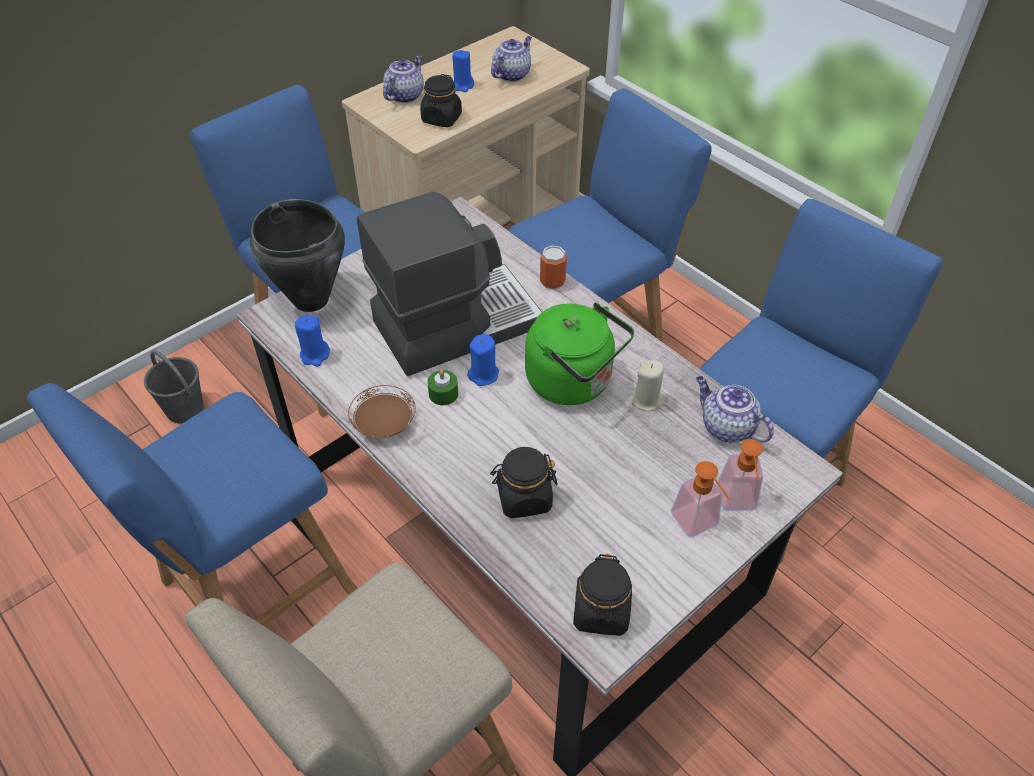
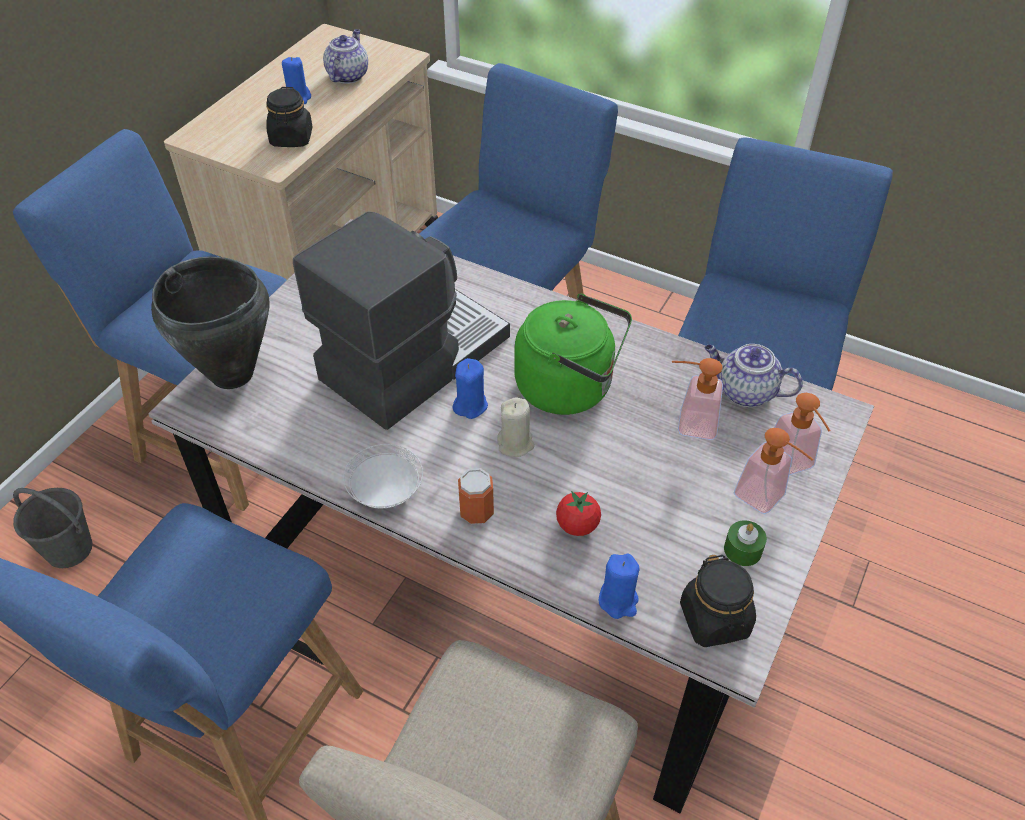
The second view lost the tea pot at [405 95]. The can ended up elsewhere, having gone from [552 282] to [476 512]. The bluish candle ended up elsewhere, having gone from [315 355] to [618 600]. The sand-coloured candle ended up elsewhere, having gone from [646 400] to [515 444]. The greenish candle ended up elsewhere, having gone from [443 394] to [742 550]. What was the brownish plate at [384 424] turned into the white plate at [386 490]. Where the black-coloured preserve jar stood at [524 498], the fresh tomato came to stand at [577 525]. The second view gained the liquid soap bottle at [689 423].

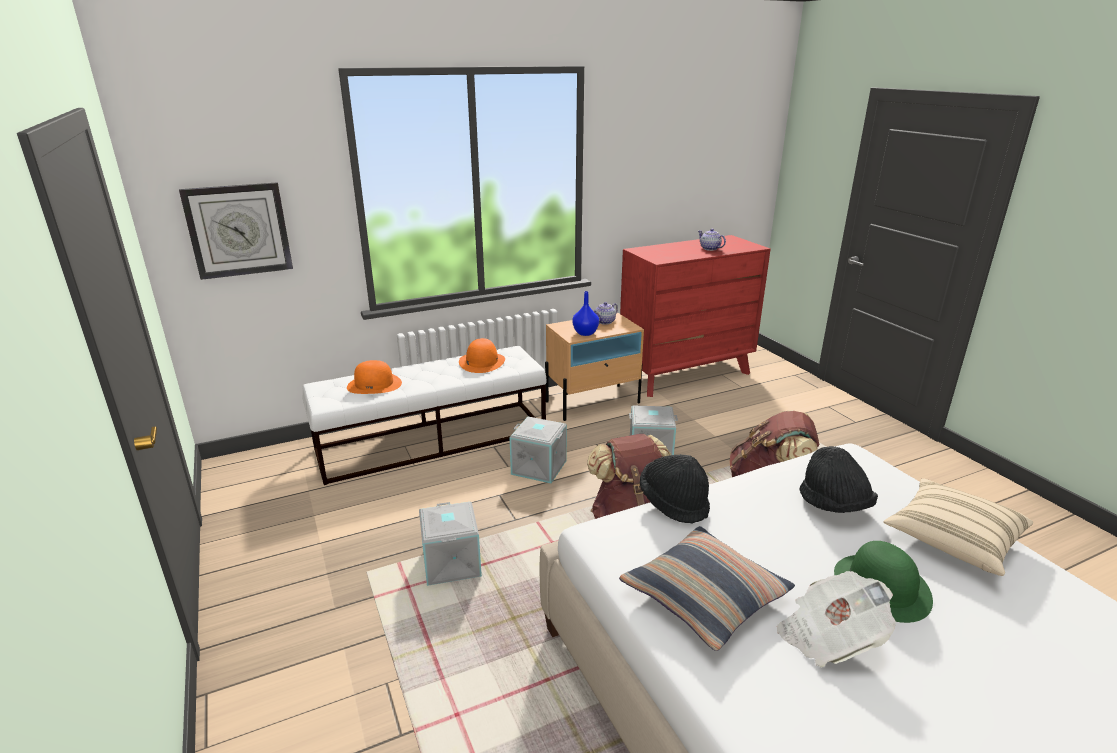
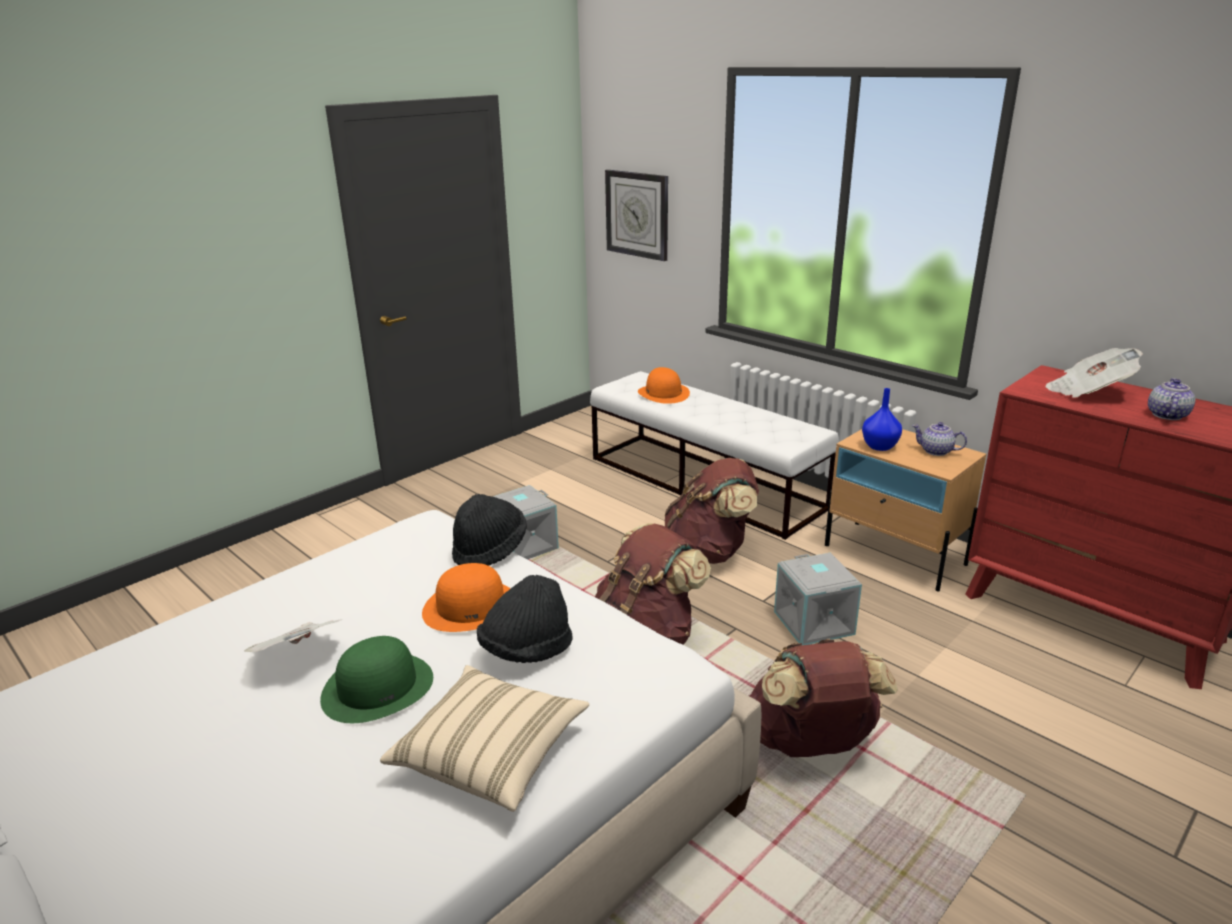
The orangey clothing hat ended up elsewhere, having gone from [482 362] to [471 607]. Where the gray storage container stood at [539 467], the brownish knapsack came to stand at [710 552]. The second view lost the throw pillow at [704 596]. The second view gained the printed paper at [1088 392].

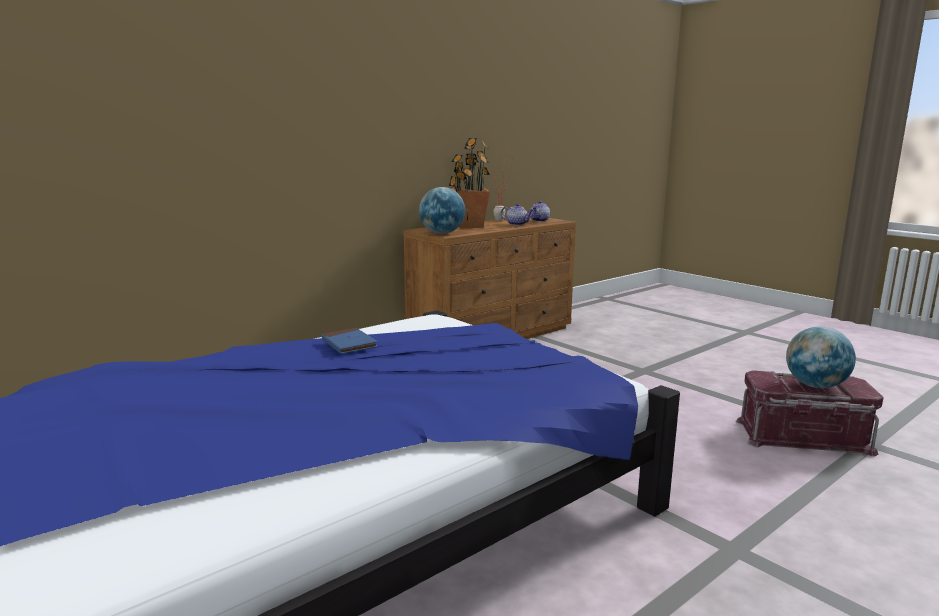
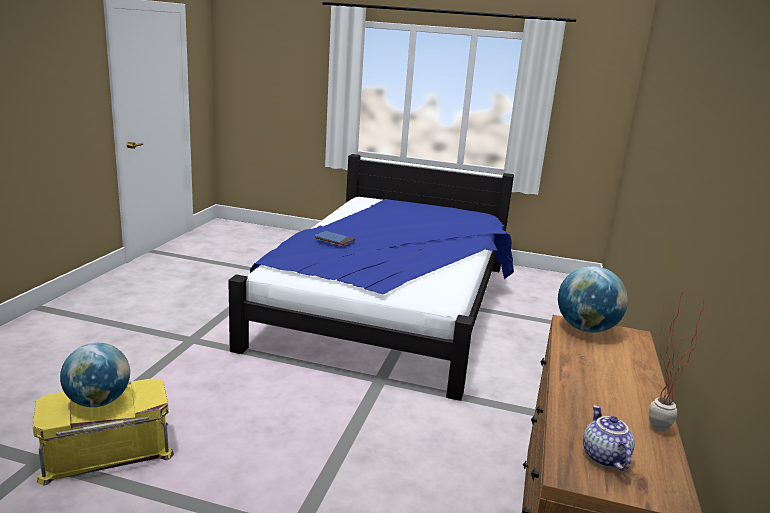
The second view lost the houseplant at [469 225]. The second view lost the tea pot at [517 224]. The bluish bound book ended up elsewhere, having gone from [349 344] to [334 241]. What was the red storage container at [803 437] turned into the yellow storage container at [107 450].

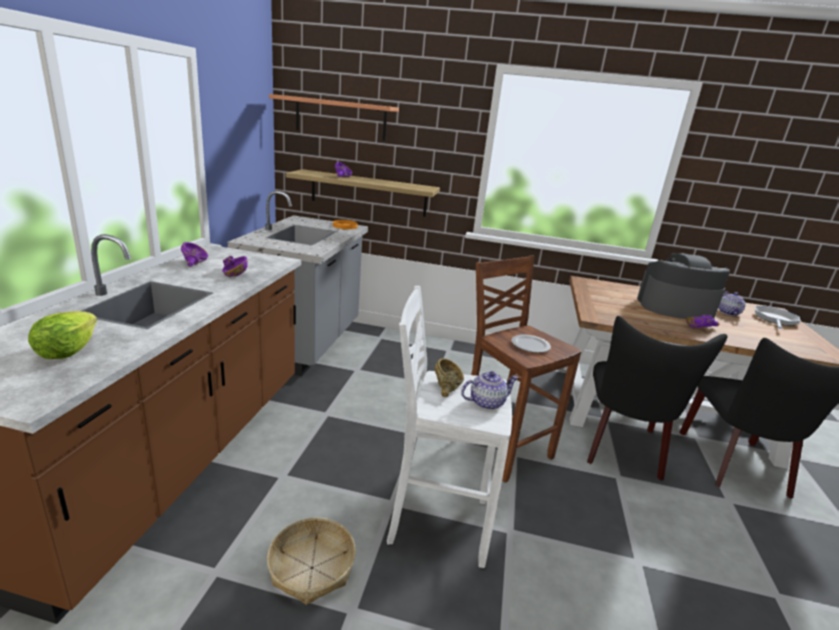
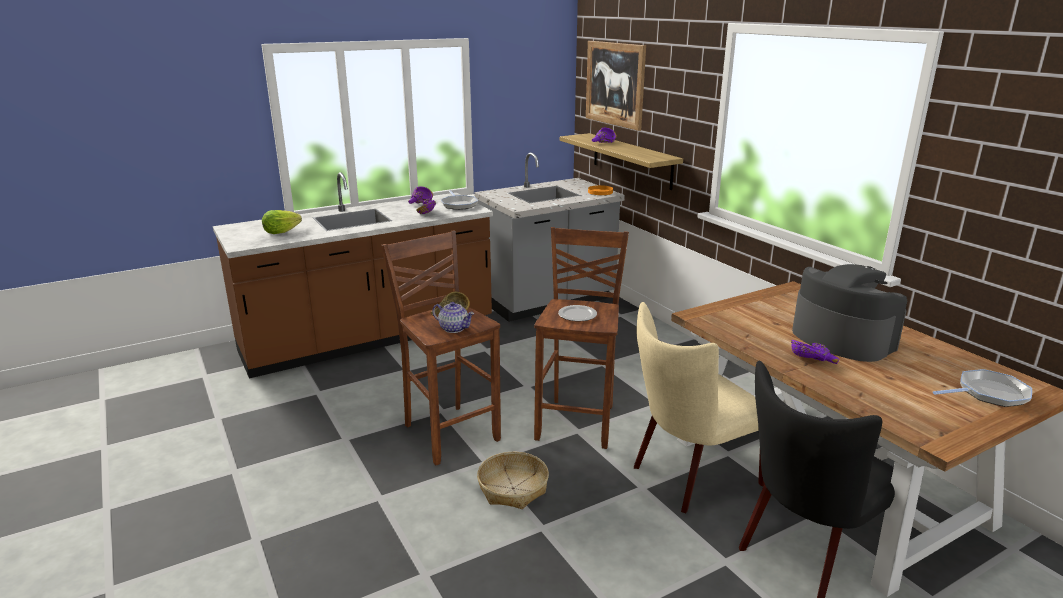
Where the shelf hung at [340 118], the picture came to hang at [615 84]. What was the white stool seat at [435 521] turned into the brownish stool seat at [449 432]. The second view lost the tea pot at [728 313]. What was the black-coloured plain chair at [620 449] turned into the sand-coloured plain chair at [690 477]. The basket ended up elsewhere, having gone from [312 567] to [513 488]. The second view gained the pan at [458 204].

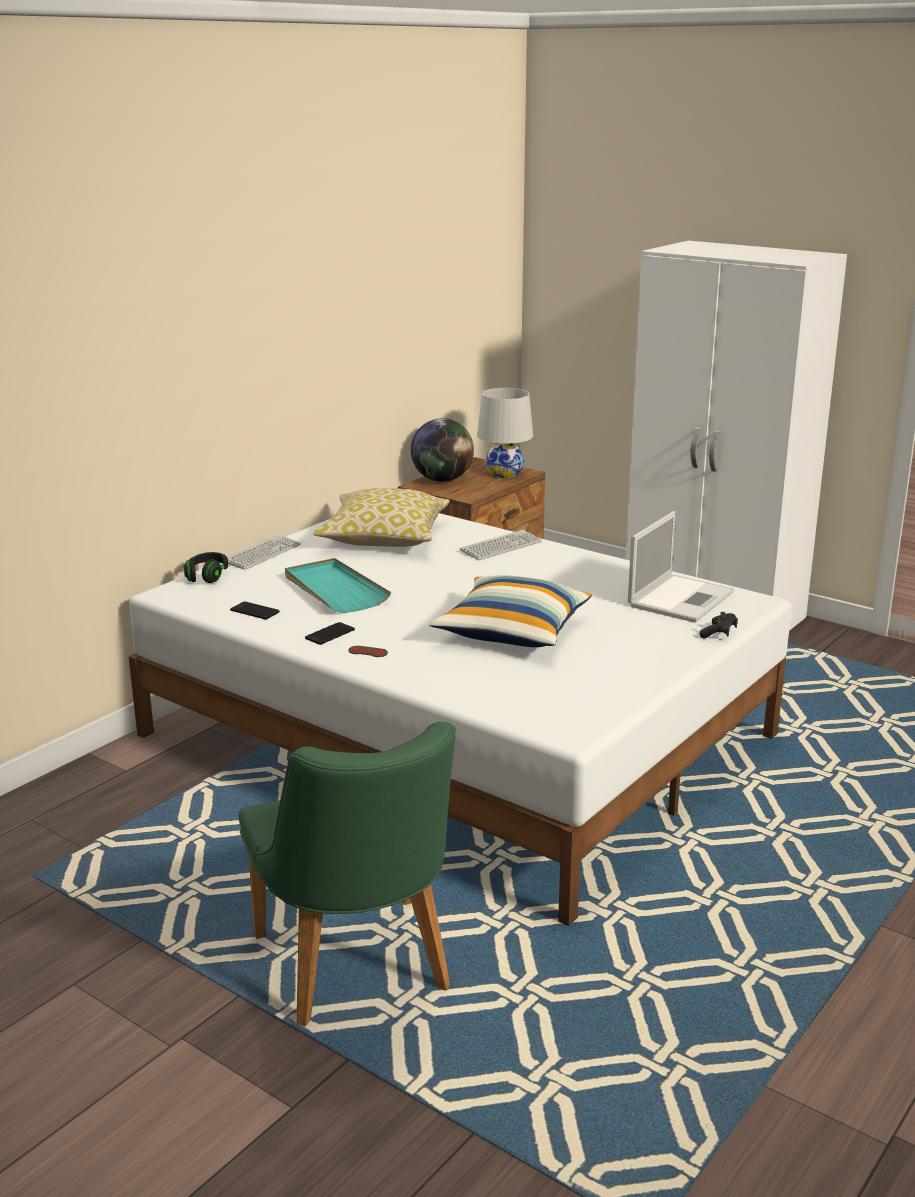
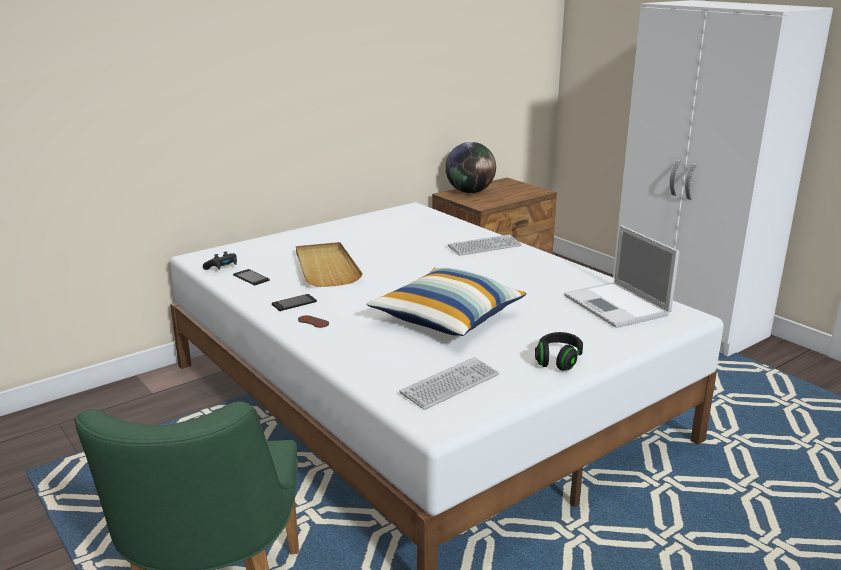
The second view lost the white tabletop lamp at [504 474]. The second view lost the throw pillow at [384 537]. The portable computer at [681 598] ended up facing another way, 105 degrees clockwise from before. The PC keyboard ended up elsewhere, having gone from [262 554] to [450 384]. The black-coloured pair of headphones ended up elsewhere, having gone from [207 576] to [558 360]. What was the turquoise-coloured carrying tray at [334 590] turned into the sand-coloured carrying tray at [326 267]. The black-coloured gamepad ended up elsewhere, having gone from [719 633] to [222 268].

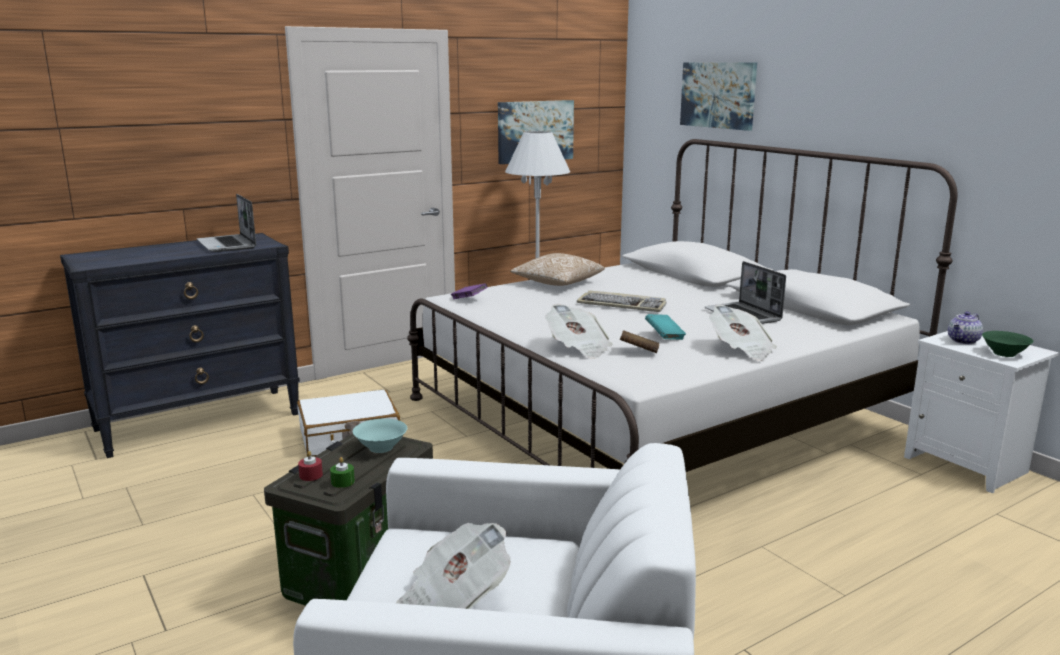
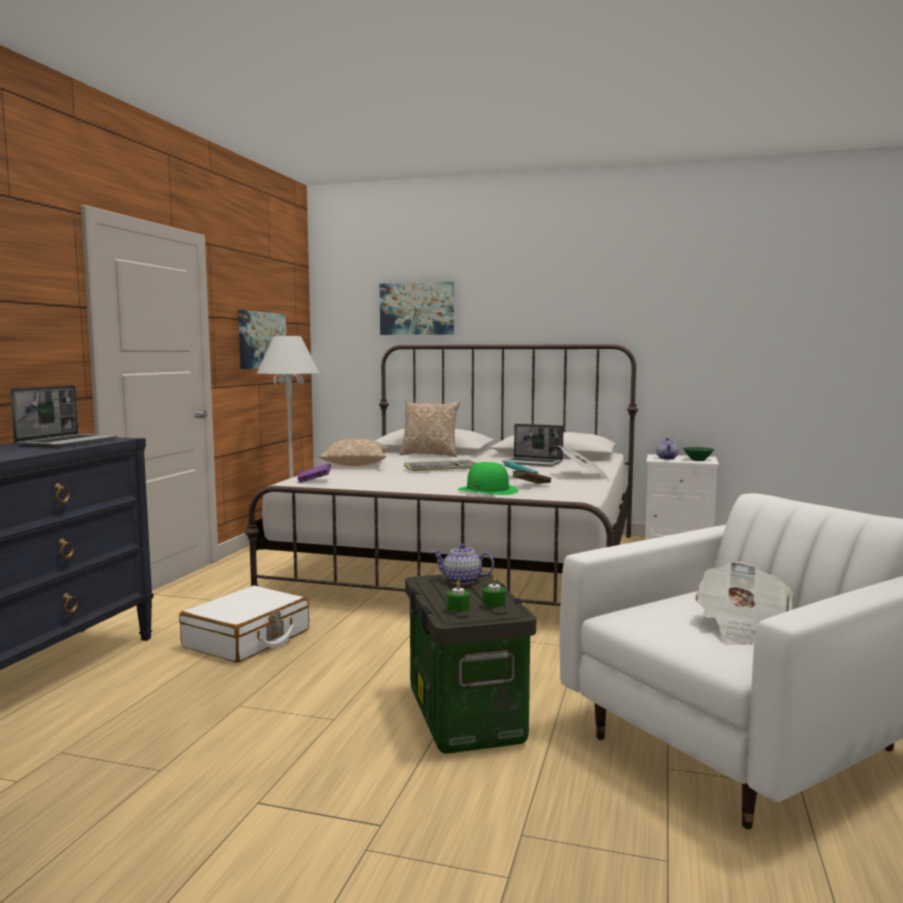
The portable computer at [227 245] ended up facing another way, 90 degrees counterclockwise from before. Where the printed paper stood at [578 348], the greenish clothing hat came to stand at [488 490]. Where the turquoise-coloured bowl stood at [380 448], the tea pot came to stand at [462 580]. What was the red candle at [311 475] turned into the greenish candle at [458 607]. The second view gained the throw pillow at [430 455].

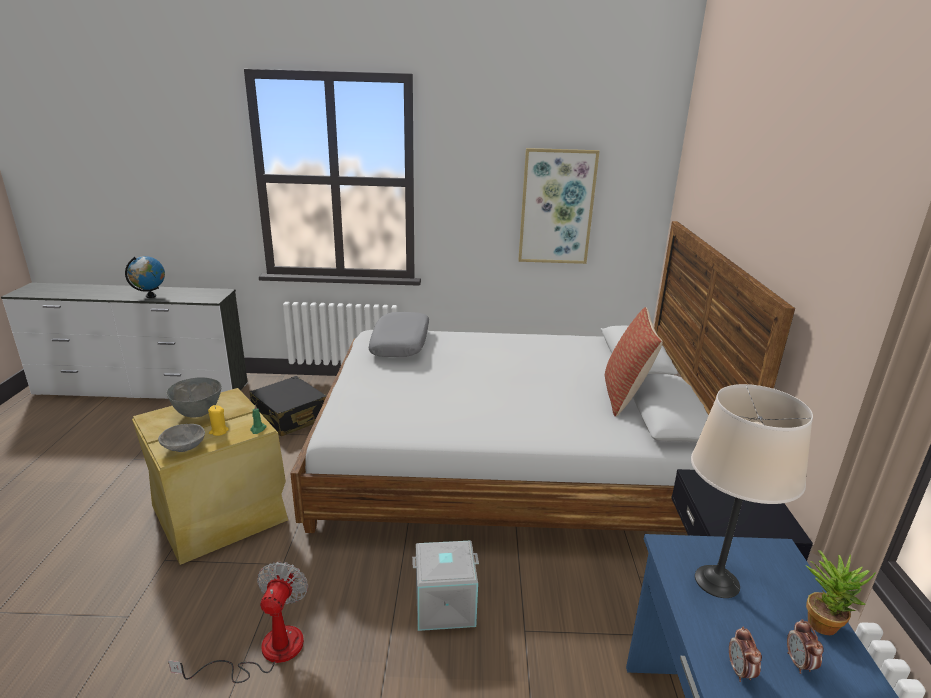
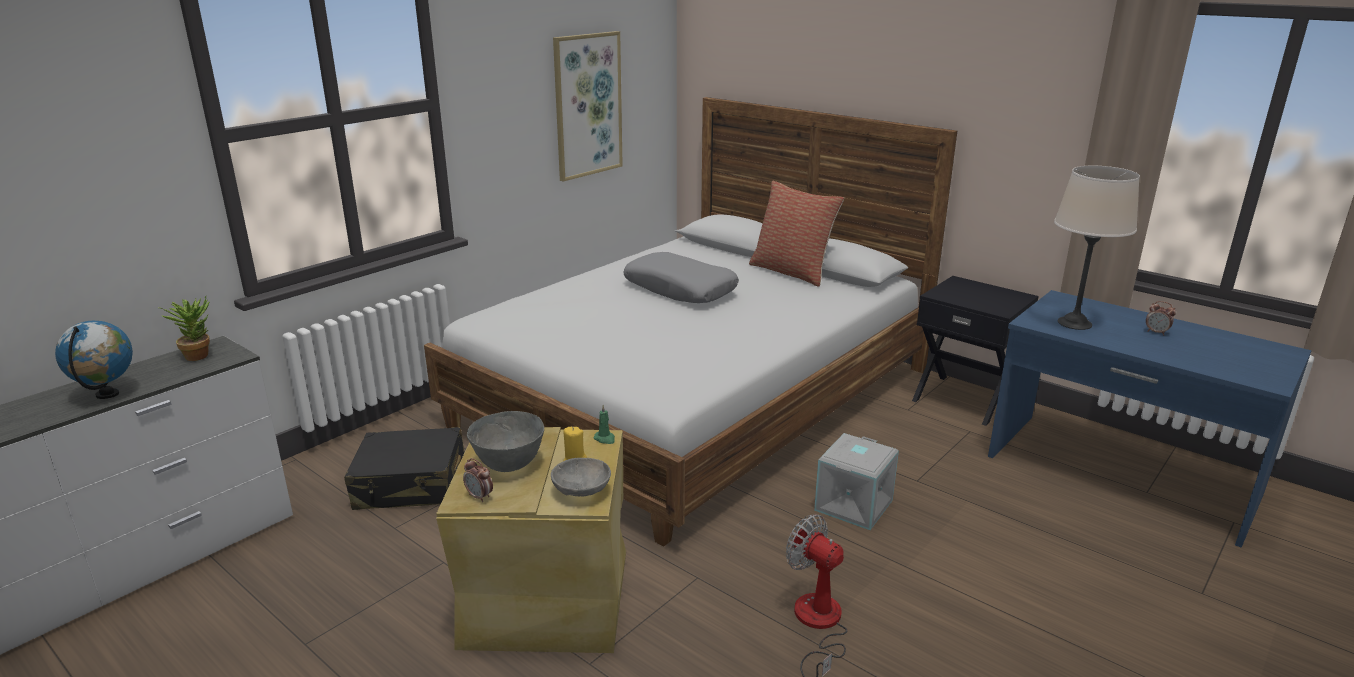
The gray throw pillow ended up elsewhere, having gone from [401 343] to [680 289]. The houseplant ended up elsewhere, having gone from [823 621] to [198 354]. The bedside clock ended up elsewhere, having gone from [740 671] to [479 497].

